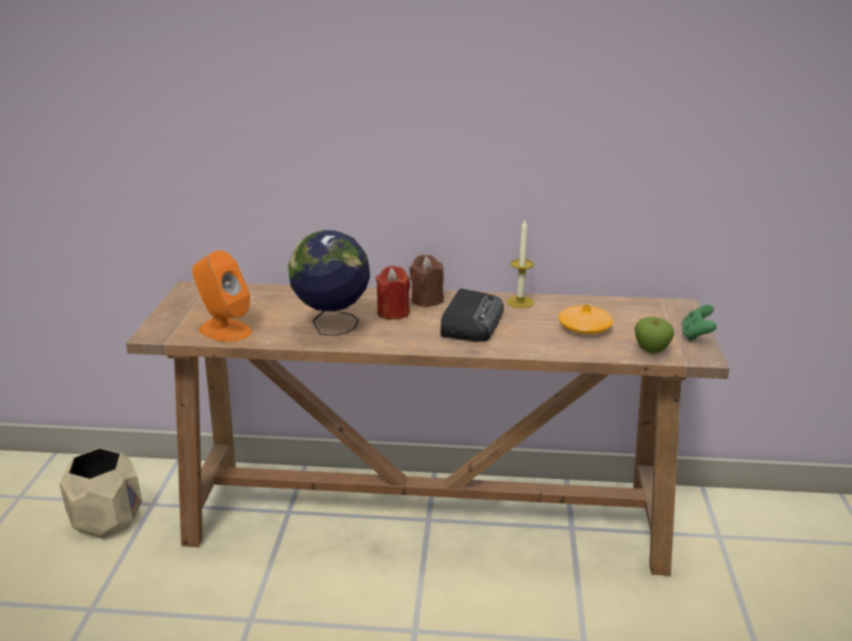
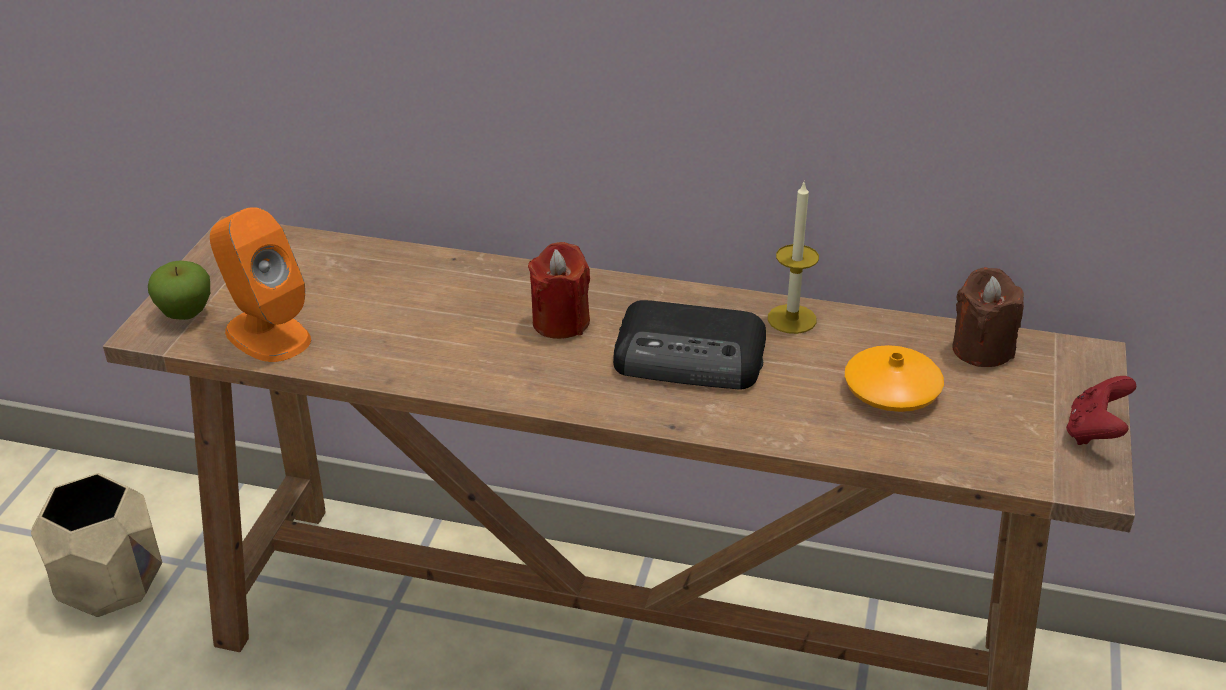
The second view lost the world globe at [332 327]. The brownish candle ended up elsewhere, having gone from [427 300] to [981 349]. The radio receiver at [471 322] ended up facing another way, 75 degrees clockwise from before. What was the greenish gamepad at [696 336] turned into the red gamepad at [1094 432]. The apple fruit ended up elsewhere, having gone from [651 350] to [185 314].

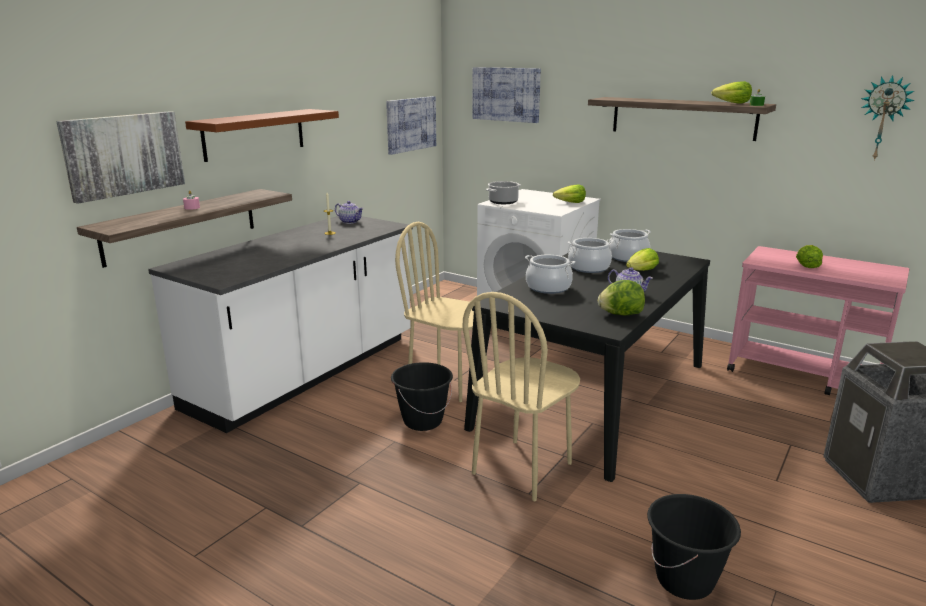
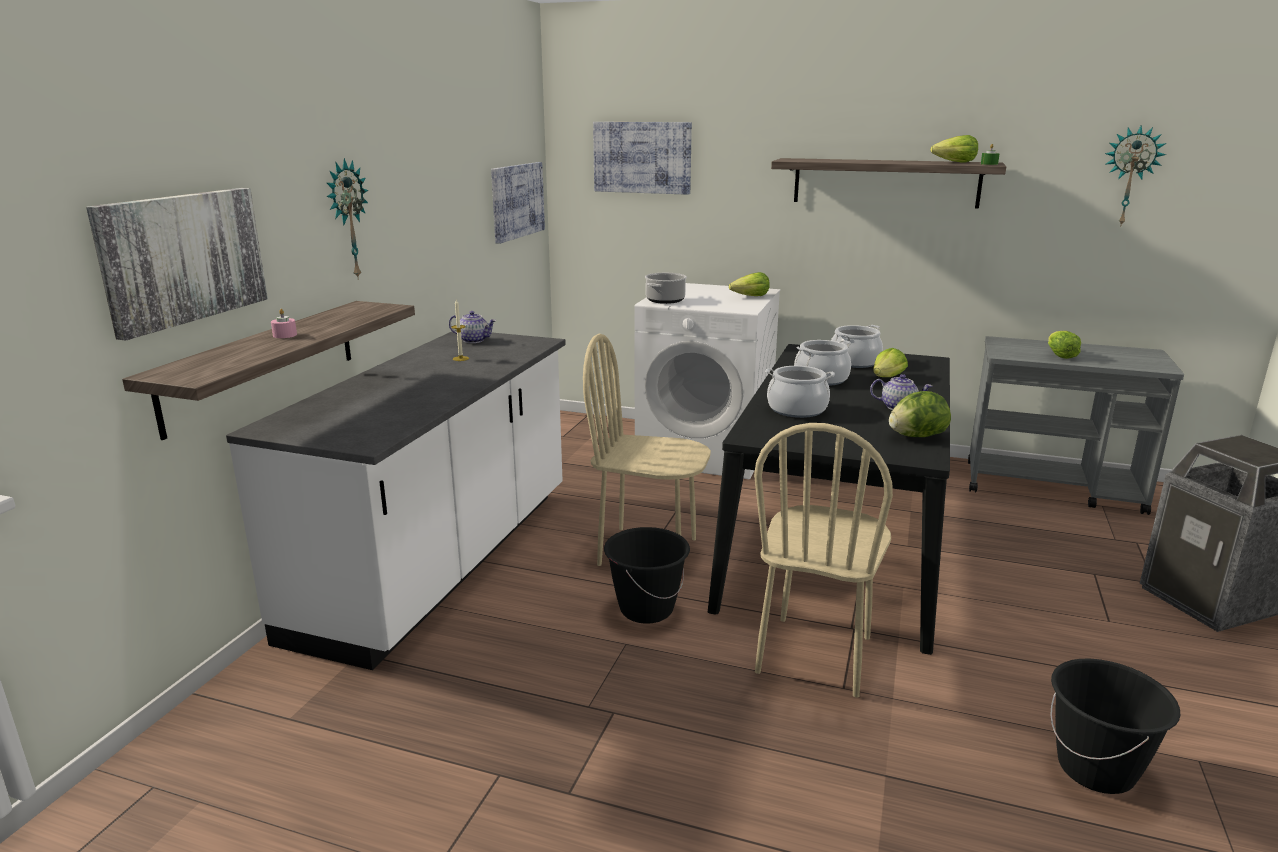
Where the brownish shelf hung at [254 134], the clock on the wall came to hang at [346 220]. What was the pink cart at [804 375] turned into the gray cart at [1053 487].

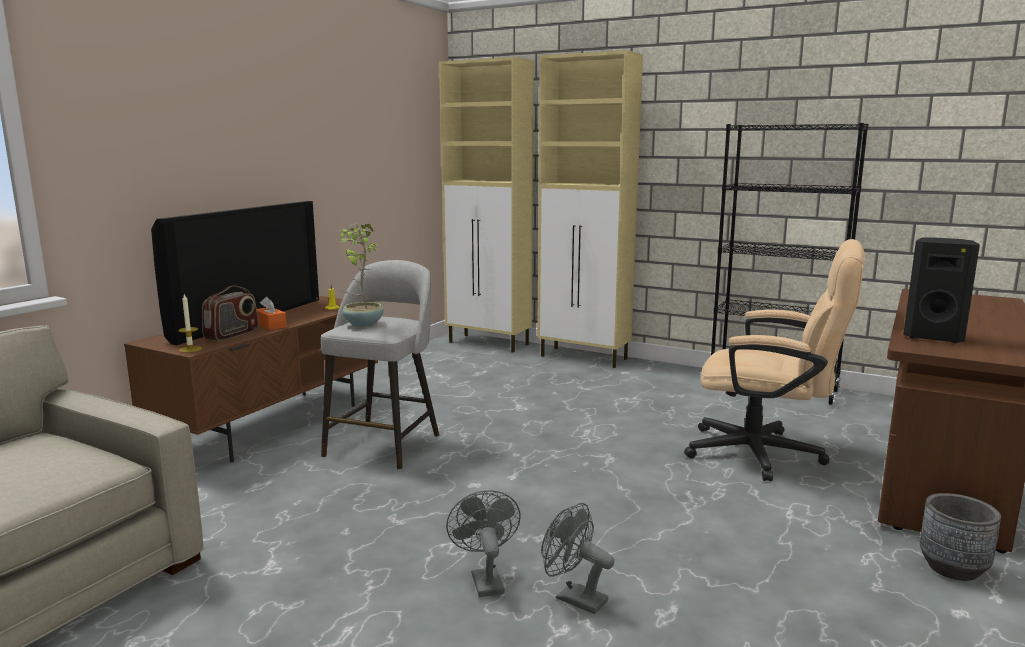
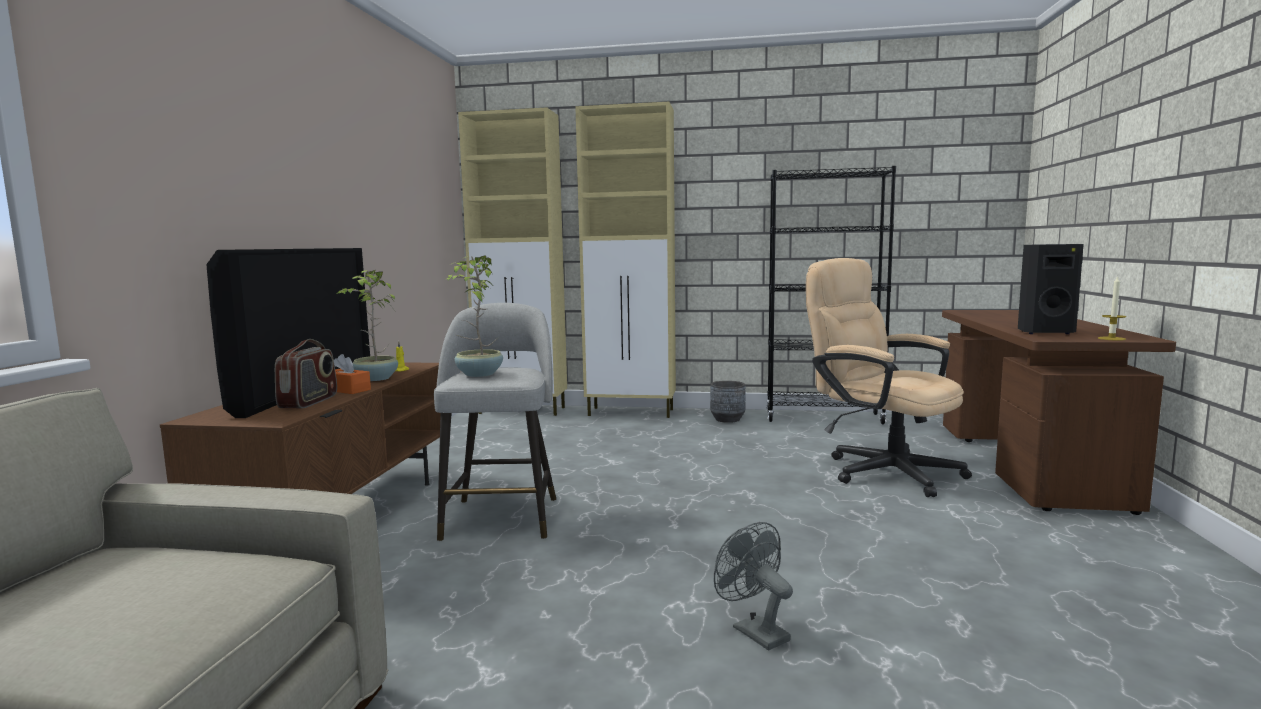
The sand-coloured computer chair at [767 455] ended up facing another way, 135 degrees counterclockwise from before. The candle ended up elsewhere, having gone from [190 349] to [1111 338]. The gray flower pot ended up elsewhere, having gone from [952 568] to [727 419]. The second view lost the gray cooling fan at [574 598]. The second view gained the houseplant at [375 379].

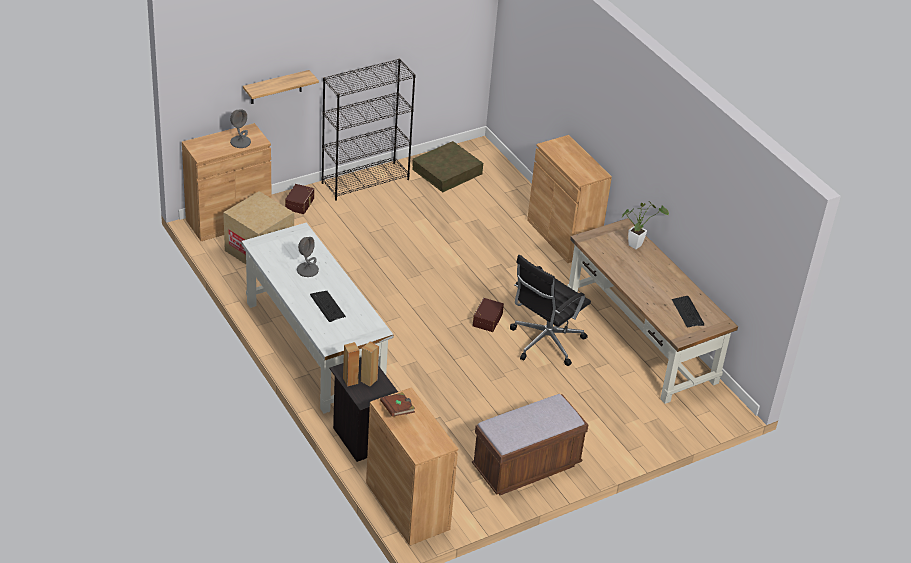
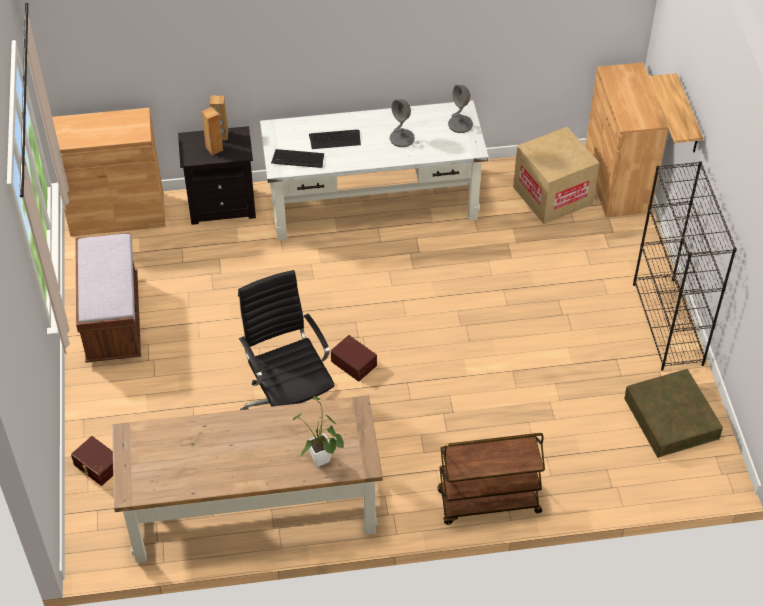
The gray tabletop lamp ended up elsewhere, having gone from [240 142] to [460 124]. Where the brownish cabinet stood at [562 236], the brownish cart came to stand at [488 502]. The brownish storage container ended up elsewhere, having gone from [300 204] to [97 466]. The PC keyboard ended up elsewhere, having gone from [688 312] to [298 159]. The second view lost the brownish bound book at [397 410].

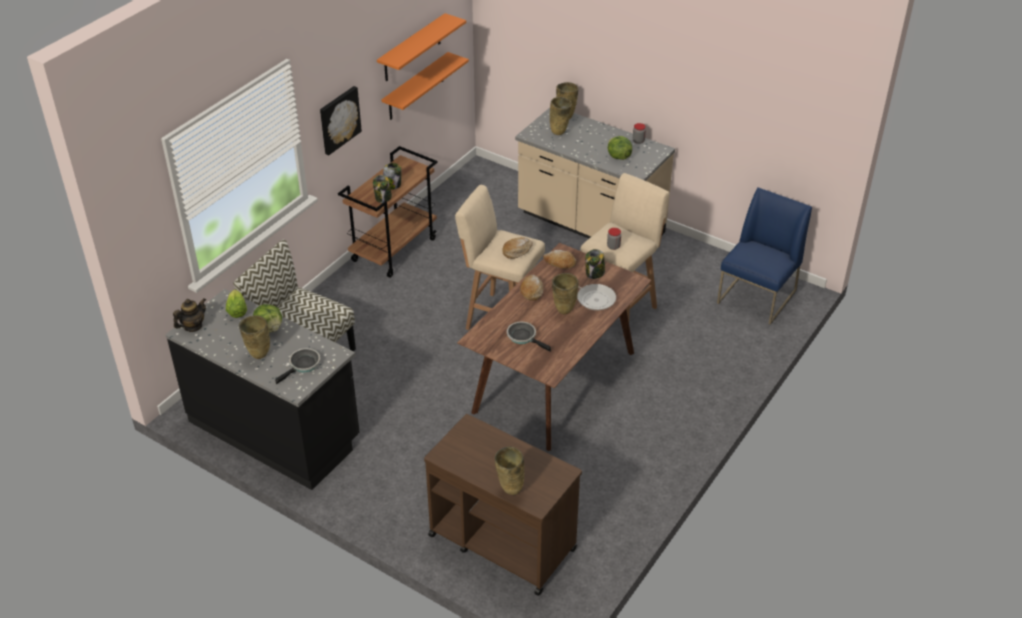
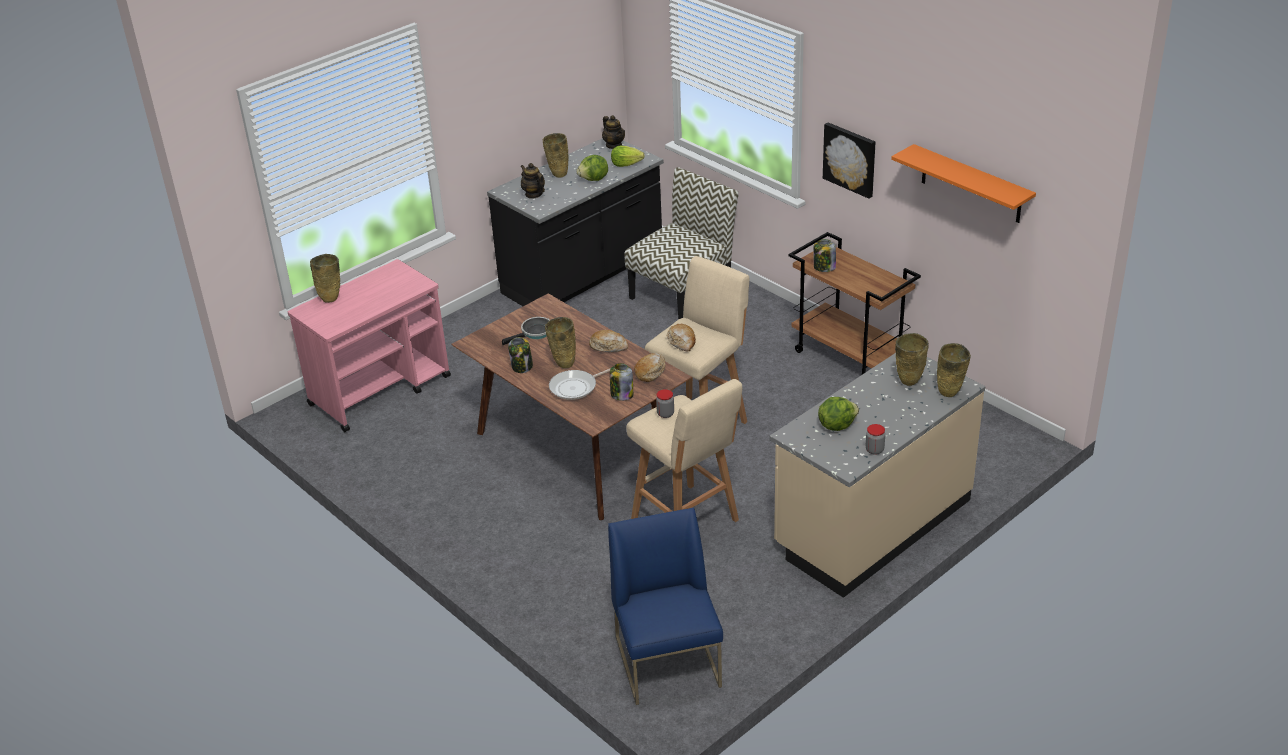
The second view lost the orangey shelf at [416 87]. The preserve jar ended up elsewhere, having gone from [392 185] to [522 366]. The bluish plain chair at [757 297] ended up facing another way, 150 degrees counterclockwise from before. Where the pan stood at [303 365], the tea pot came to stand at [533 194]. What was the brownish cart at [501 541] turned into the pink cart at [381 390].

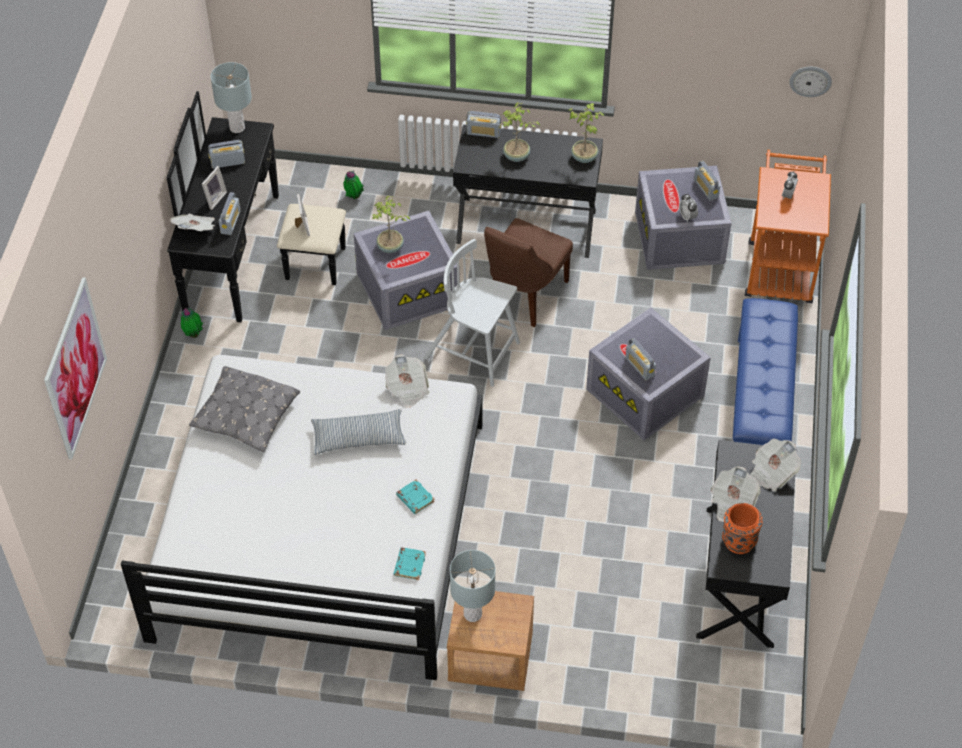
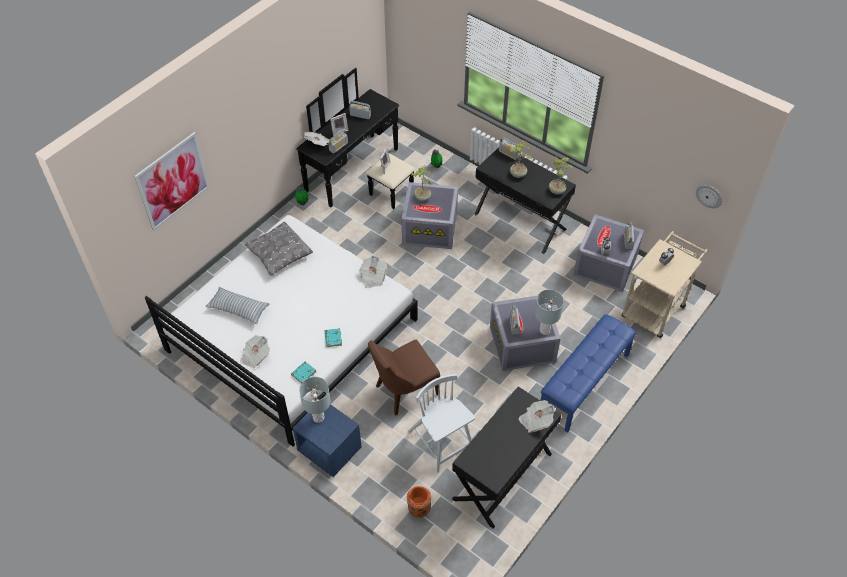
The gray tabletop lamp ended up elsewhere, having gone from [237 128] to [544 330]. What was the orangey cart at [780 265] turned into the sand-coloured cart at [656 307]. The brownish plain chair ended up elsewhere, having gone from [523 296] to [404 391]. The white plain chair ended up elsewhere, having gone from [474 351] to [441 442]. The throw pillow ended up elsewhere, having gone from [358 438] to [238 309]. The printed paper ended up elsewhere, having gone from [732 503] to [255 356]. The orangey flower vase ended up elsewhere, having gone from [738 541] to [419 508]. What was the brownish night table at [490 659] turned into the bluish night table at [329 450].

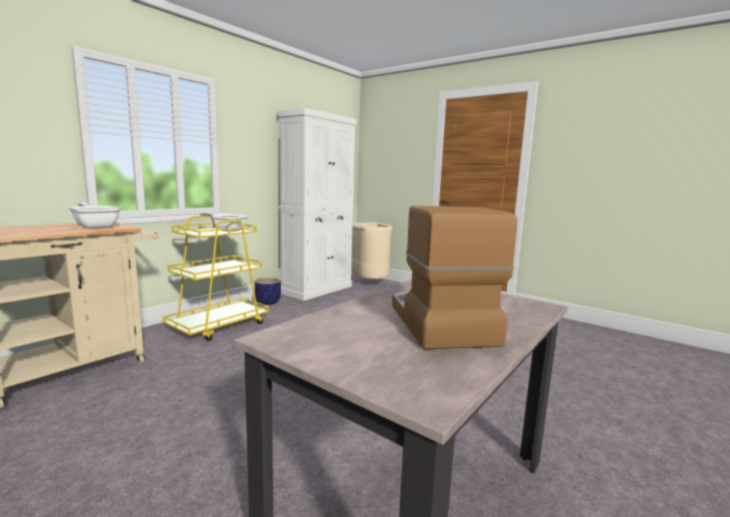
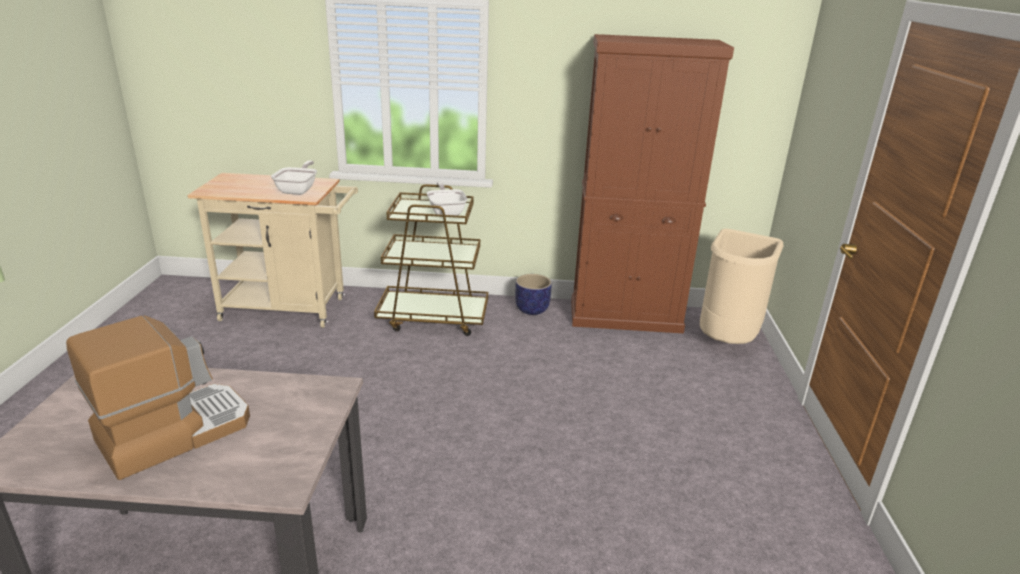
What was the white cabinet at [317 289] turned into the brownish cabinet at [625 316]. What was the yellow cart at [219 326] turned into the brownish cart at [434 318].

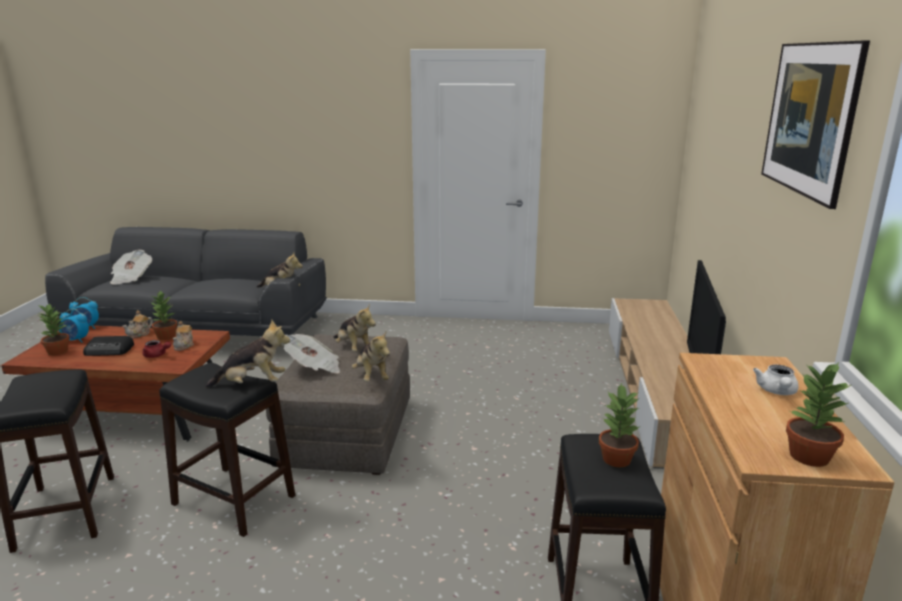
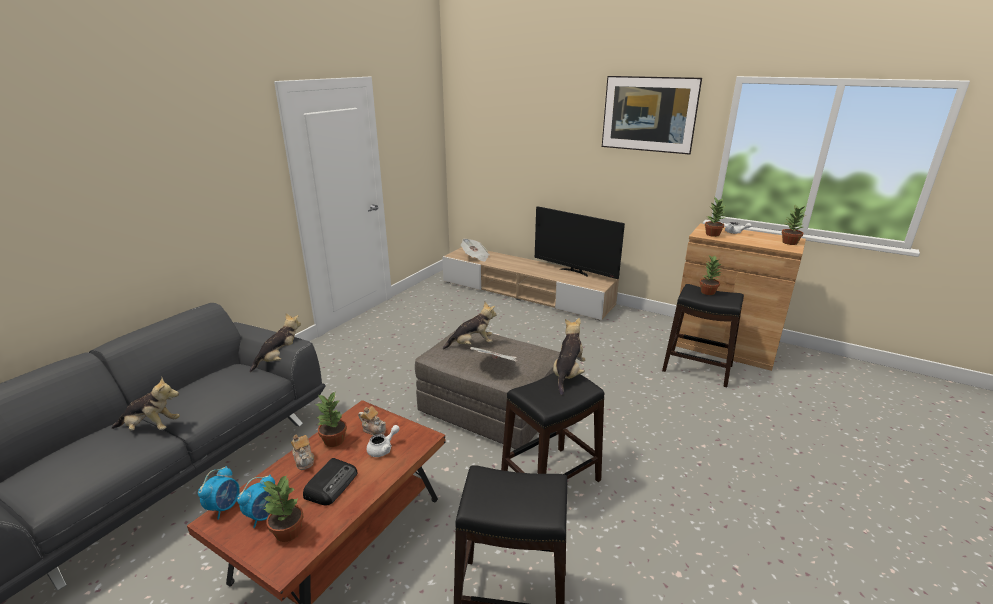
The printed paper ended up elsewhere, having gone from [131 278] to [475 257]. The soft toy ended up elsewhere, having gone from [371 377] to [151 427]. What was the red tea pot at [157 355] turned into the white tea pot at [383 449]. The second view gained the houseplant at [712 234].

